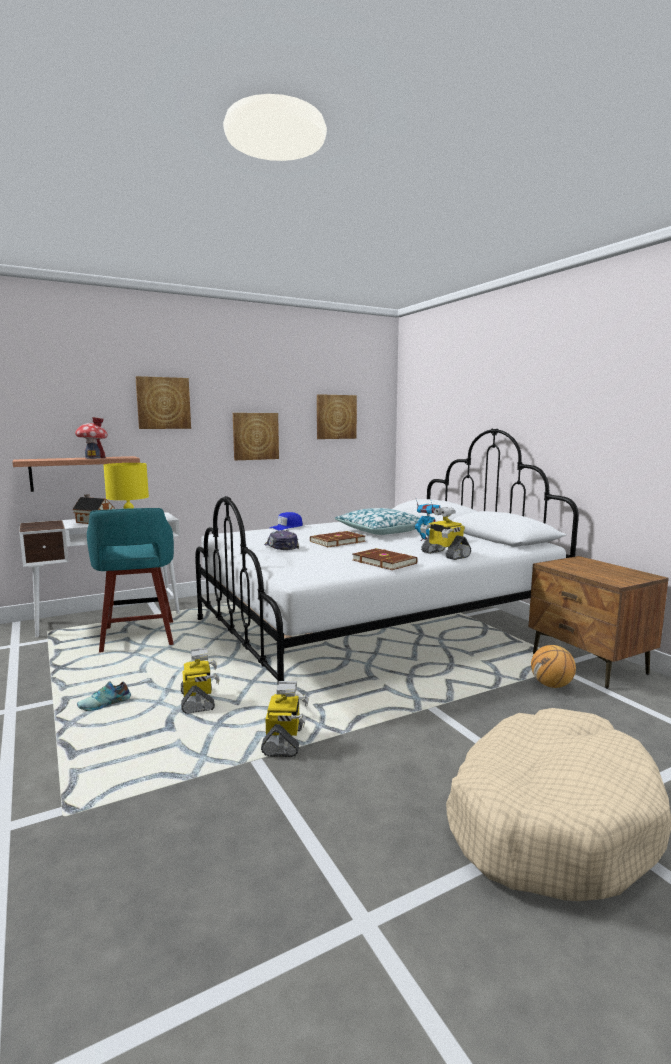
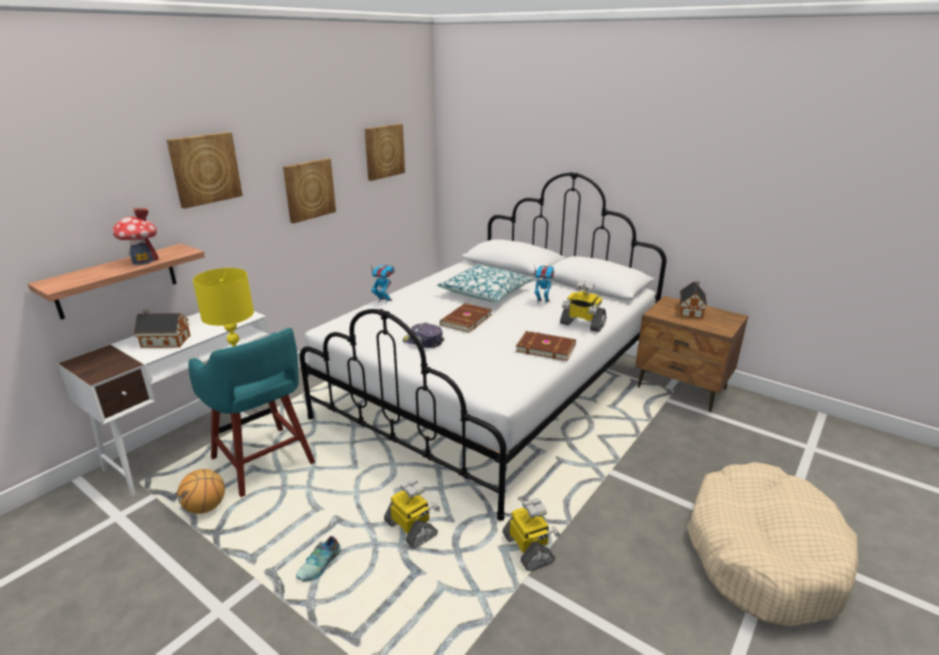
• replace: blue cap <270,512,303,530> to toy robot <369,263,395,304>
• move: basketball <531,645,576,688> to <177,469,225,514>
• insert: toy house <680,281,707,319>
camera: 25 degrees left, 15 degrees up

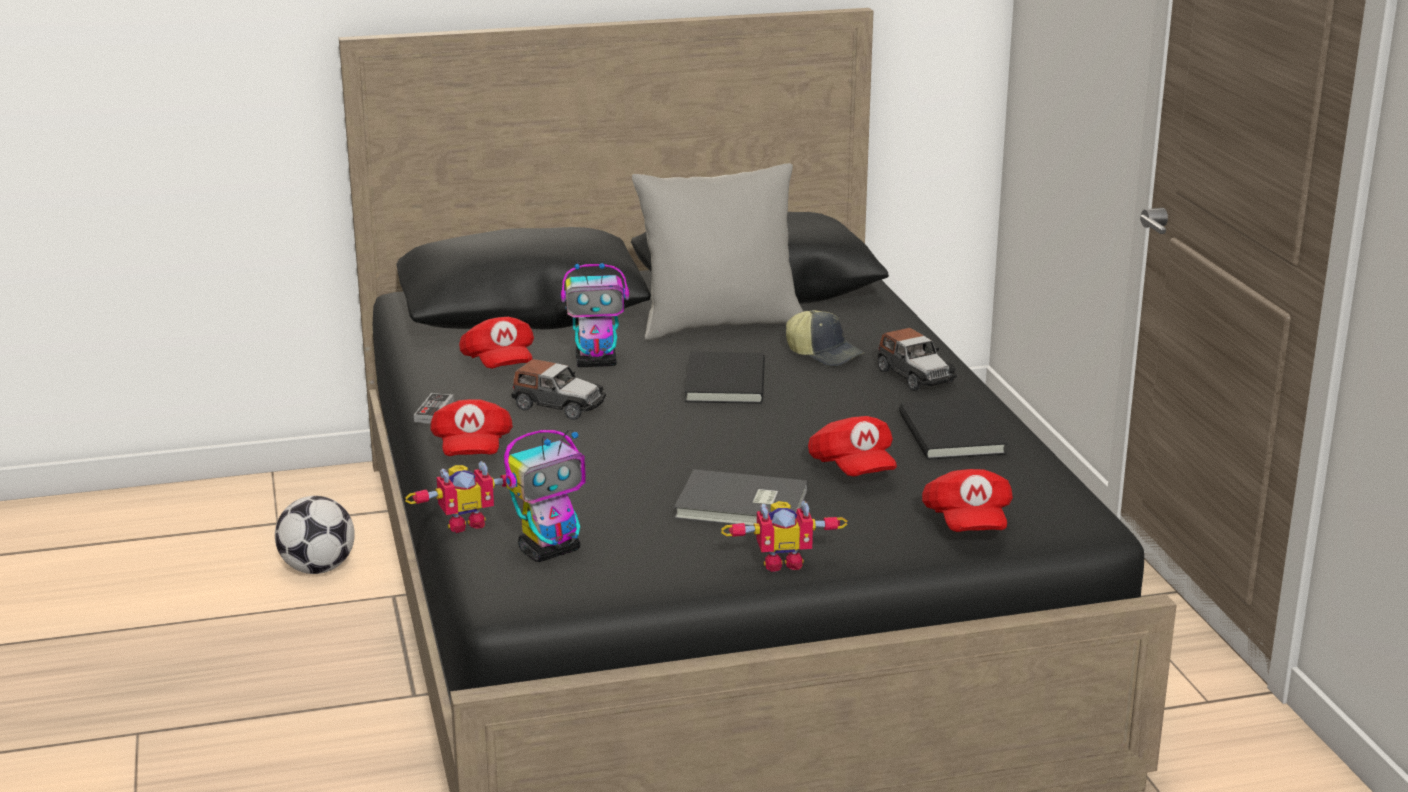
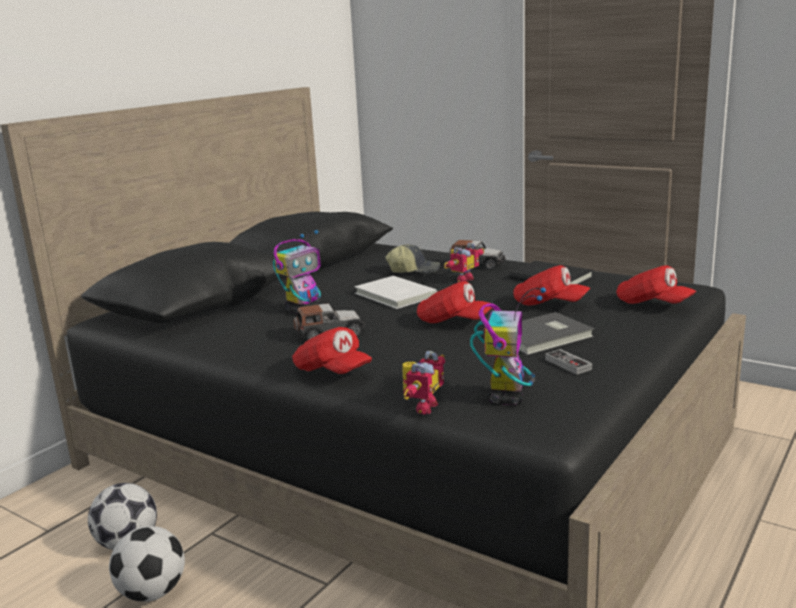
• move: game controller <414,393,454,424> to <545,349,592,375>
• move: red cap <459,317,534,369> to <417,281,492,323>
• delete: grey pillow <632,163,803,341>
• recolor: black book <685,352,765,404> to white book <354,276,437,309>
• move: toy robot <721,501,847,572> to <444,242,484,282>
• insert: football <109,526,185,602>
camera: 40 degrees left, 5 degrees down

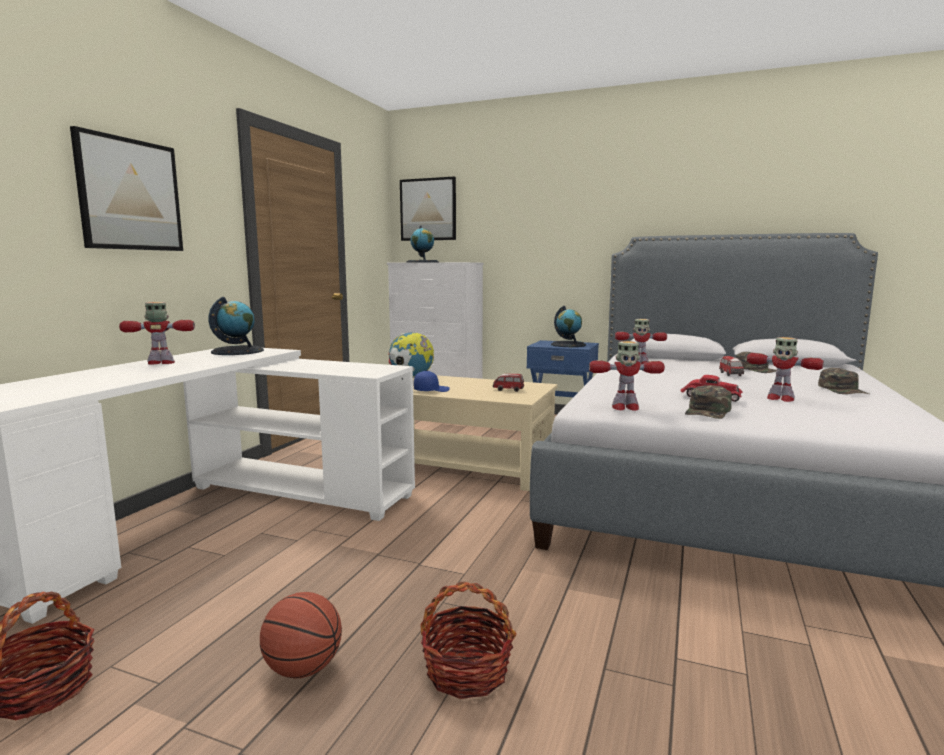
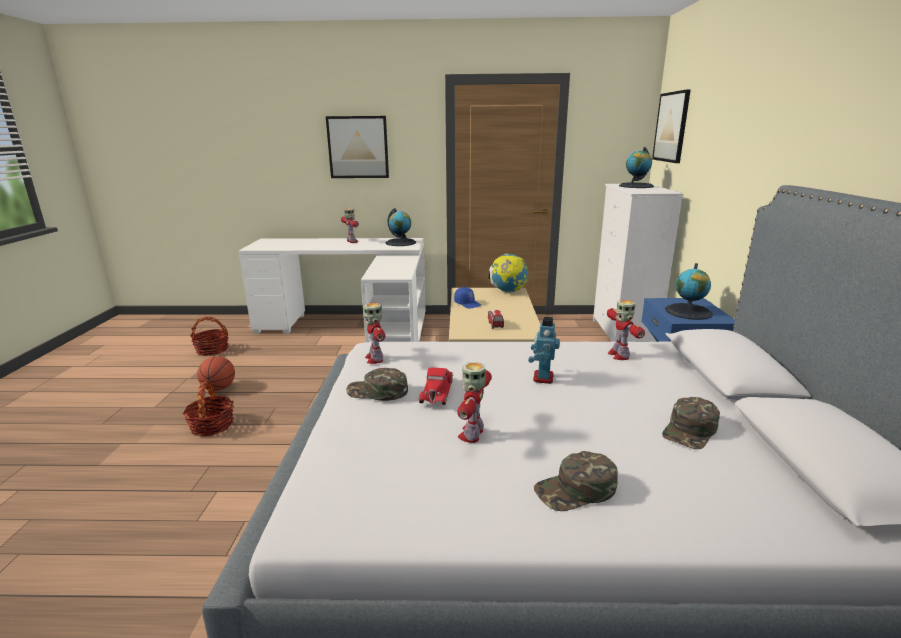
• delete: toy car <719,356,744,376>
• insert: toy robot <528,317,560,384>
camera: 70 degrees right, 10 degrees up

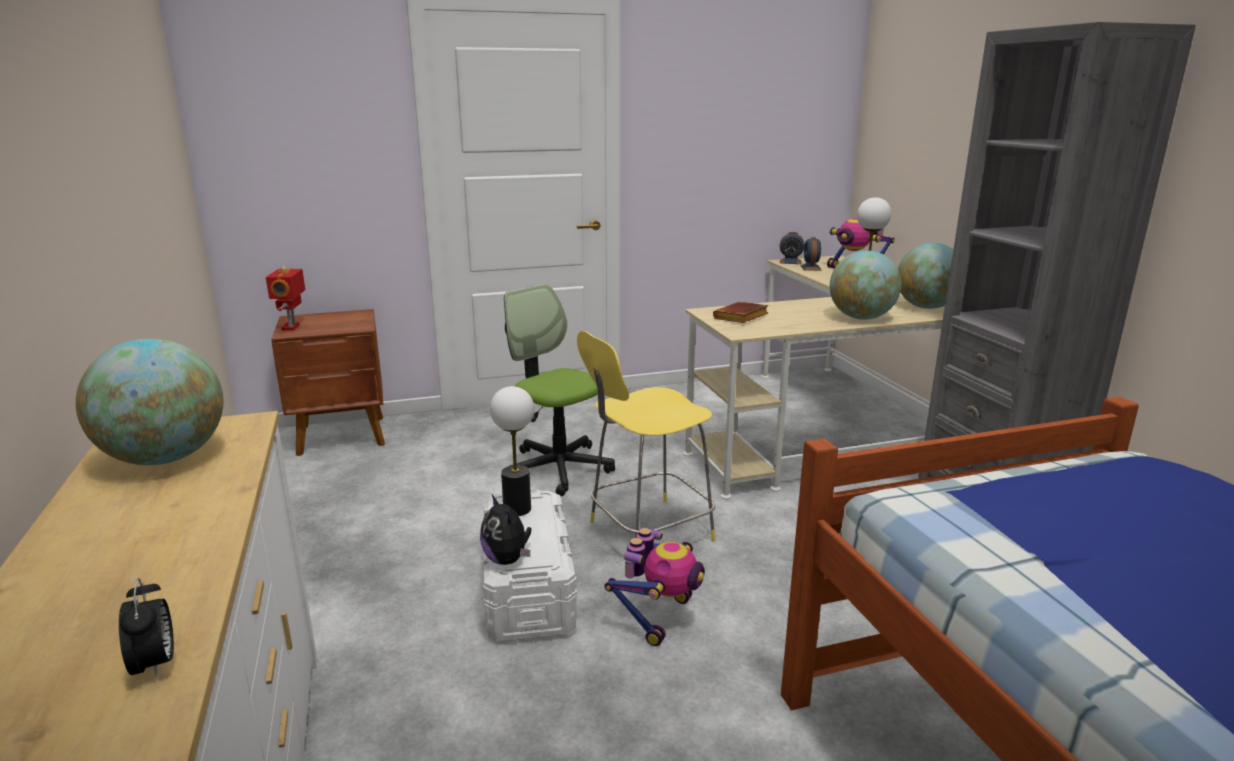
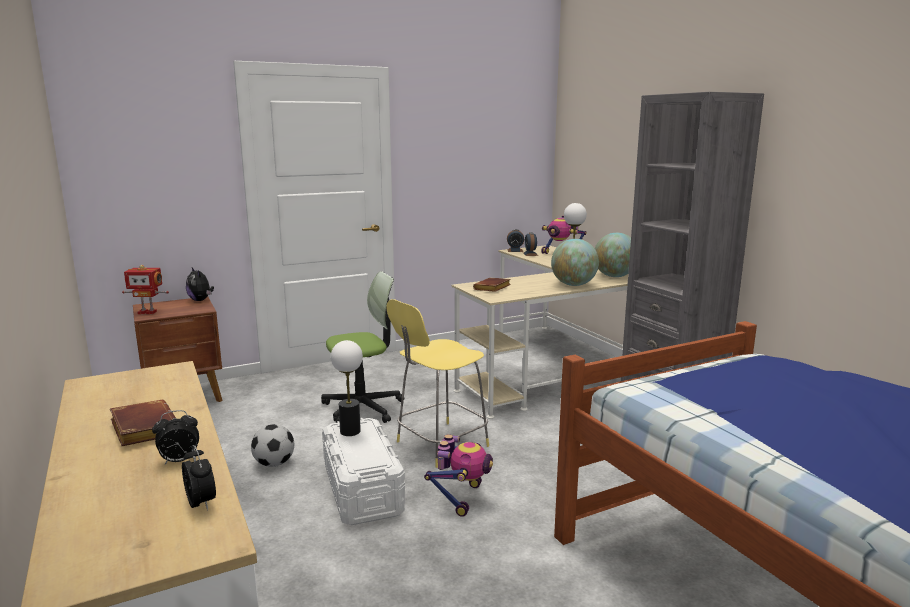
• delete: globe <76,338,224,465>
• rotate: toy robot <266,266,305,331> = <122,265,169,314> 75 degrees counterclockwise
• move: plush toy <480,495,531,565> to <186,268,214,301>
• rotate: office chair <504,284,615,496> = <321,271,402,423> 120 degrees clockwise
• insert: brown book <110,400,176,446>
• insert: alarm clock <152,410,199,465>
• insert: football <251,424,294,467>
camera: 10 degrees left, 5 degrees down

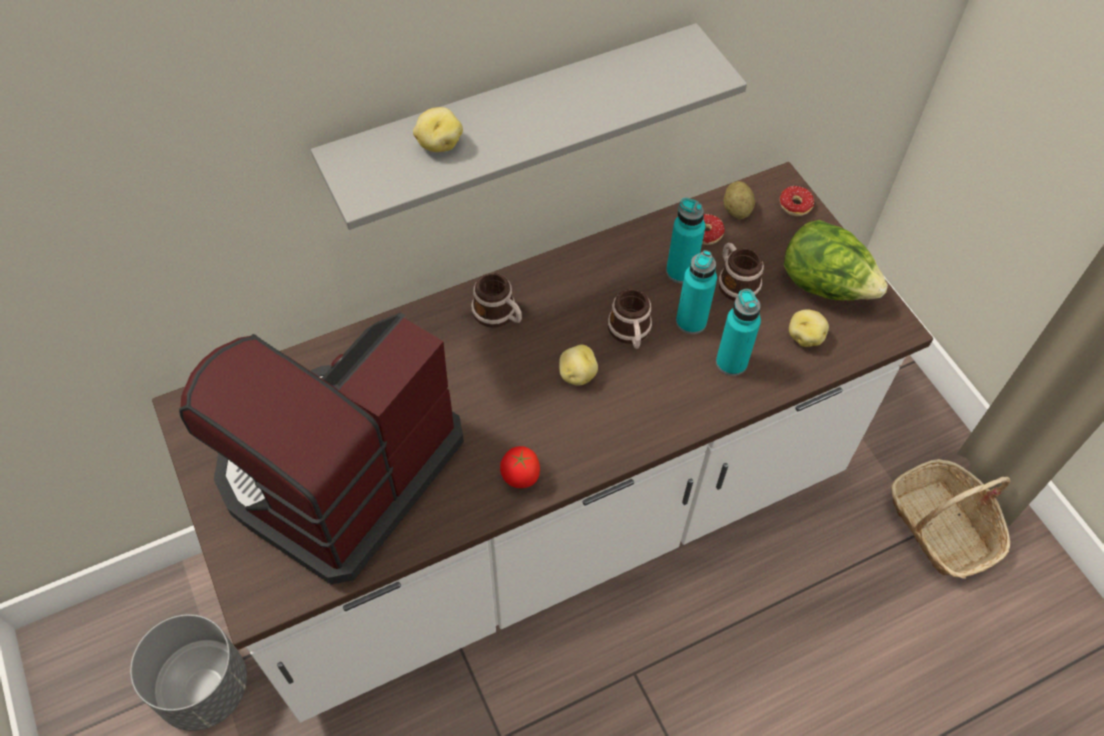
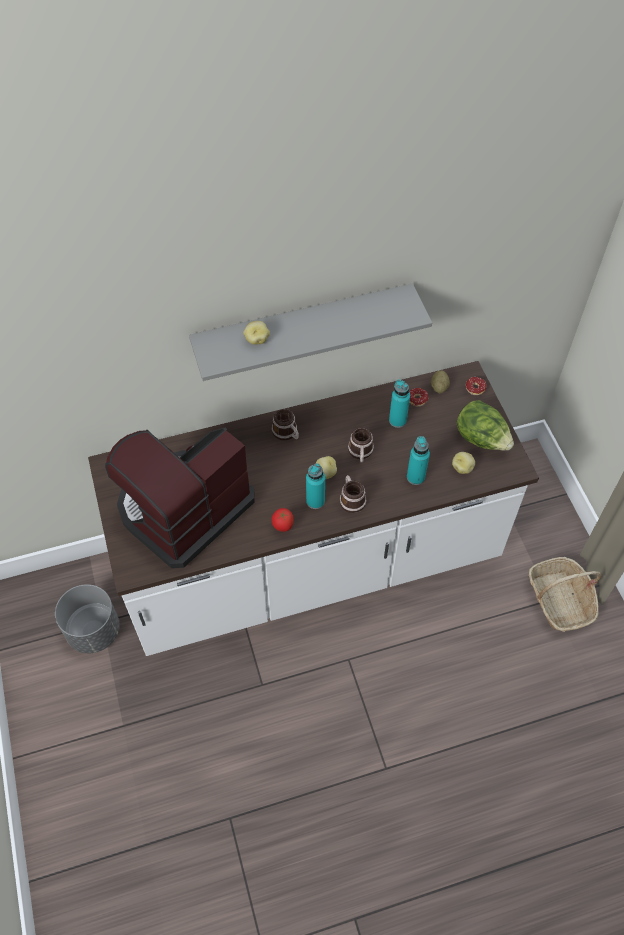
• move: turquoise bottle <676,250,717,334> to <306,463,325,509>
• move: mug <718,243,764,301> to <340,475,366,513>
camera: 10 degrees right, 0 degrees up

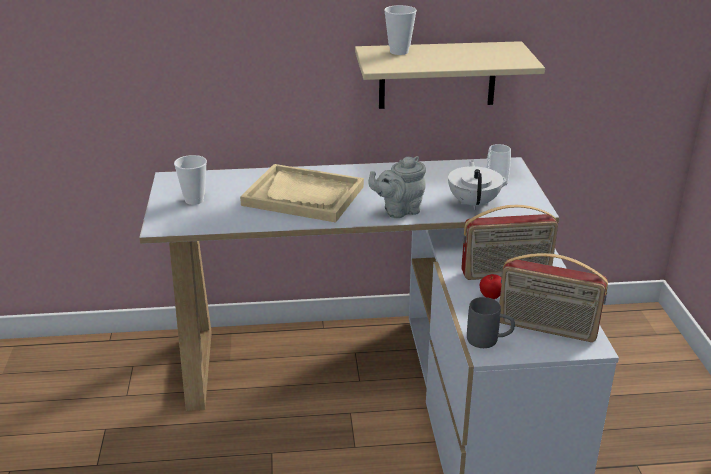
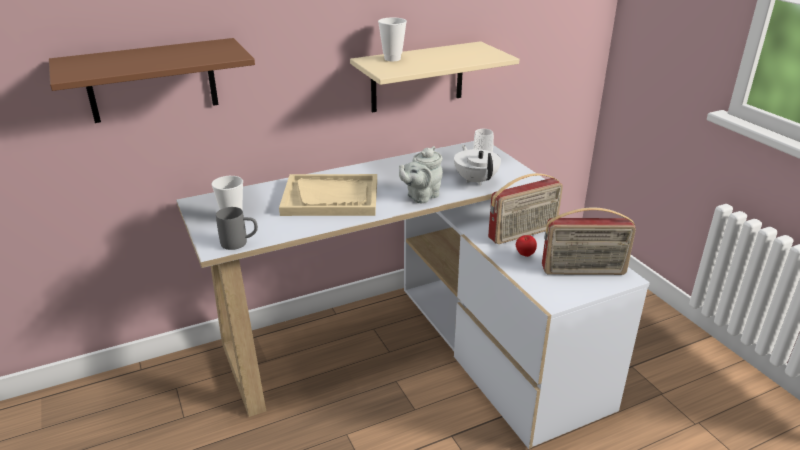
• move: grey mug <467,297,515,348> to <216,207,258,250>
• insert: brown shelf <49,38,255,123>
camera: 20 degrees left, 0 degrees up

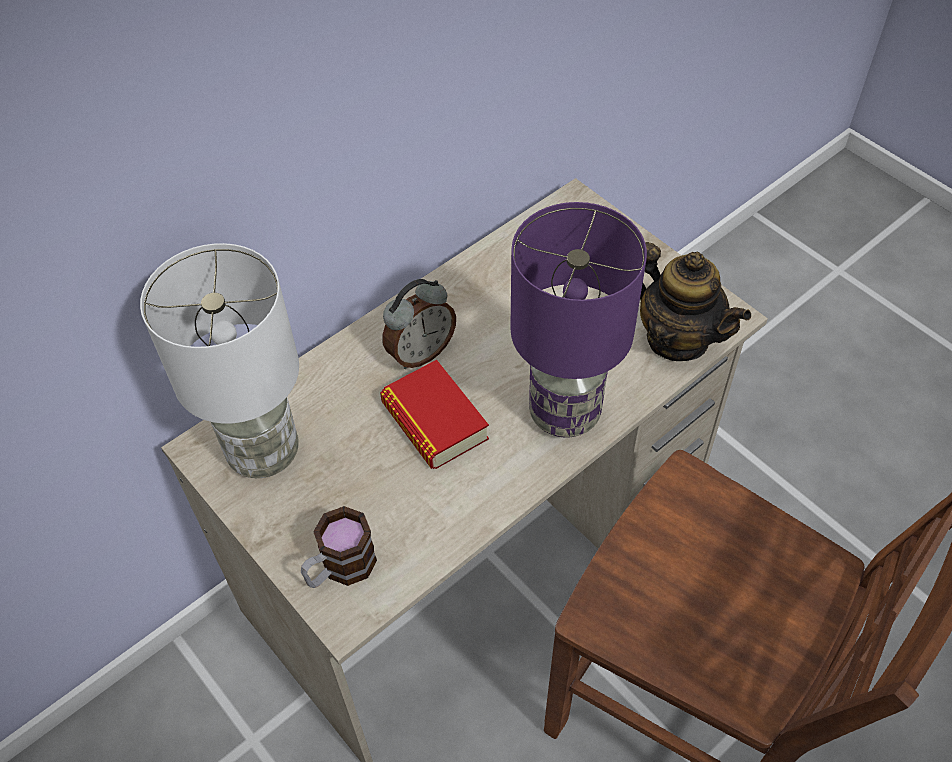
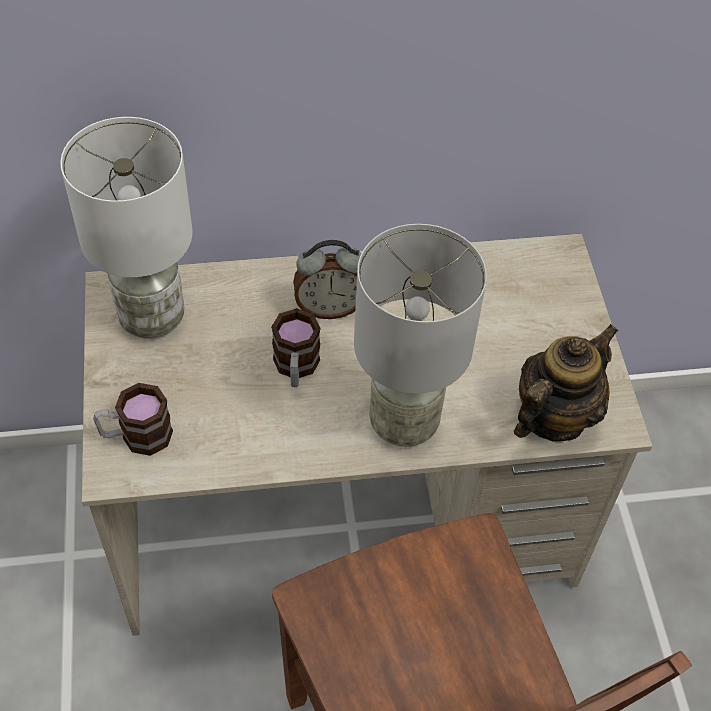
• replace: book <380,360,489,469> to mug <271,308,321,387>
• recolor: purple table lamp <511,202,647,437> to grey table lamp <354,224,487,447>
• rotate: teapot <640,242,751,361> = <514,324,619,441> 120 degrees counterclockwise
camera: 30 degrees right, 0 degrees up

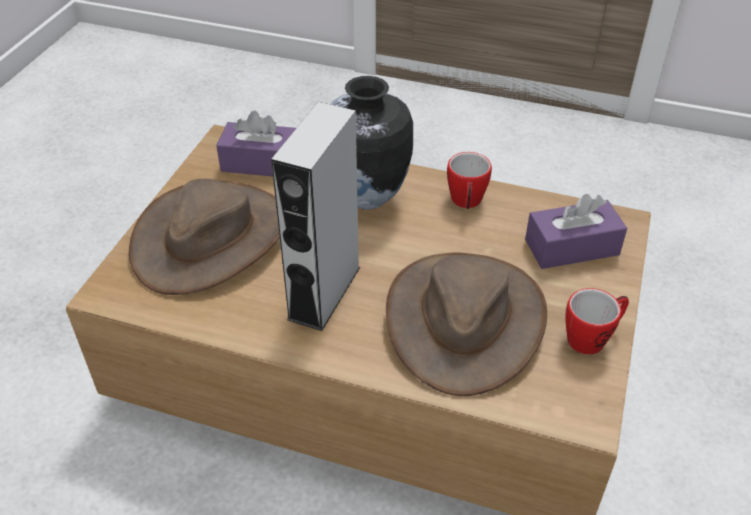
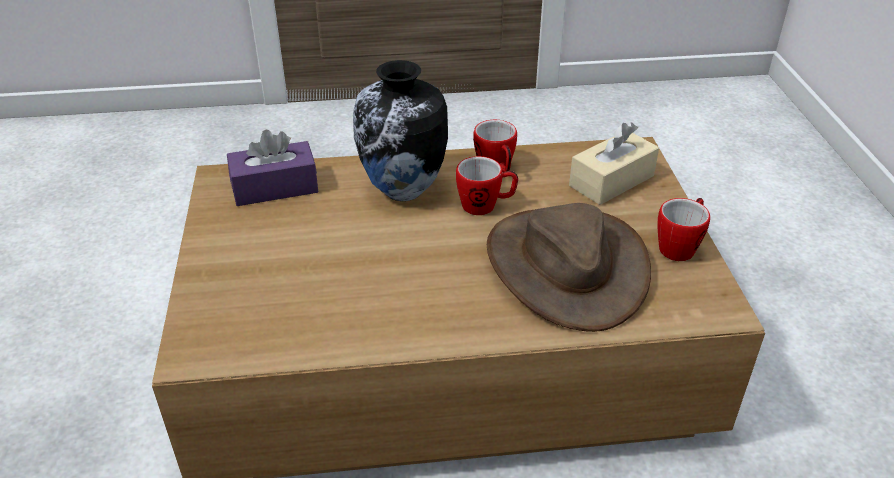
• delete: brown hat <129,179,280,295>
• delete: grey speaker <271,102,360,331>
• recolor: purple tissue box <525,194,627,269> to beige tissue box <569,122,659,205>
• insert: mug <456,156,518,215>
camera: 25 degrees left, 5 degrees down

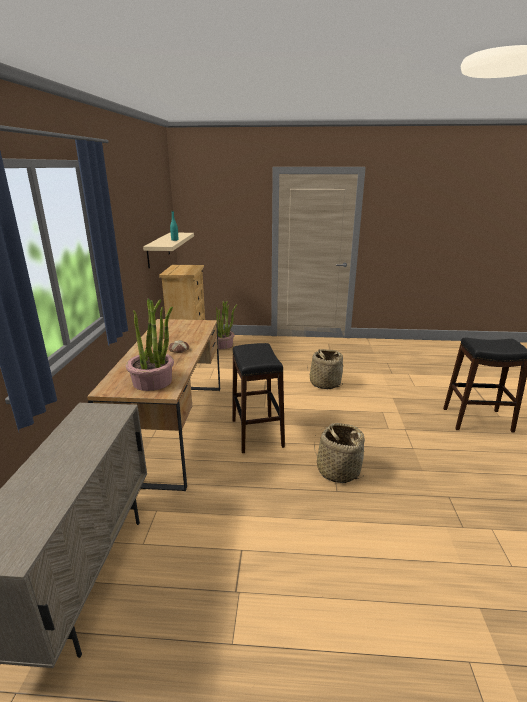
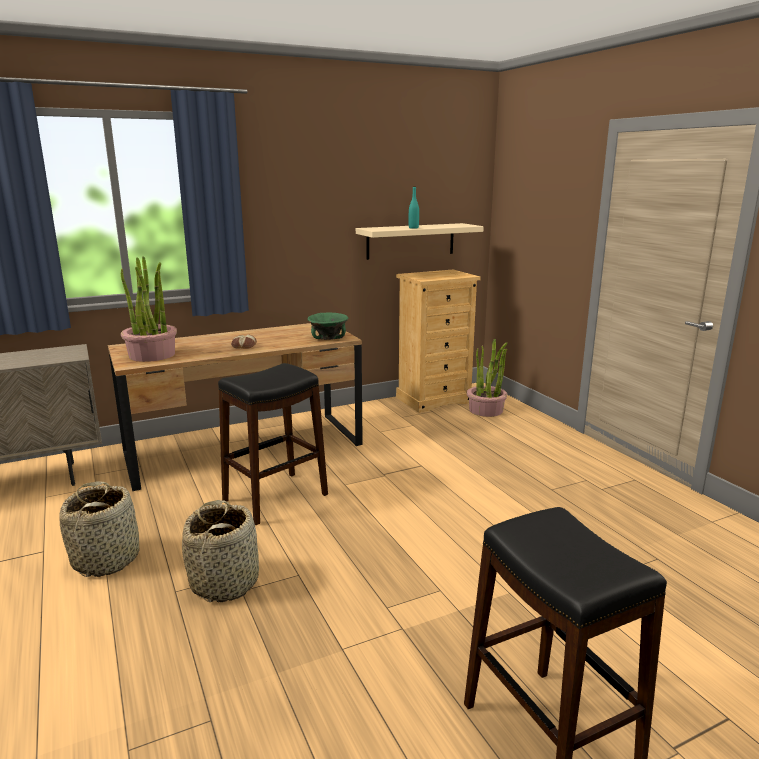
• move: basket <307,349,343,389> to <59,481,139,577>
• insert: green bowl <308,313,348,340>
camera: 60 degrees right, 5 degrees down

